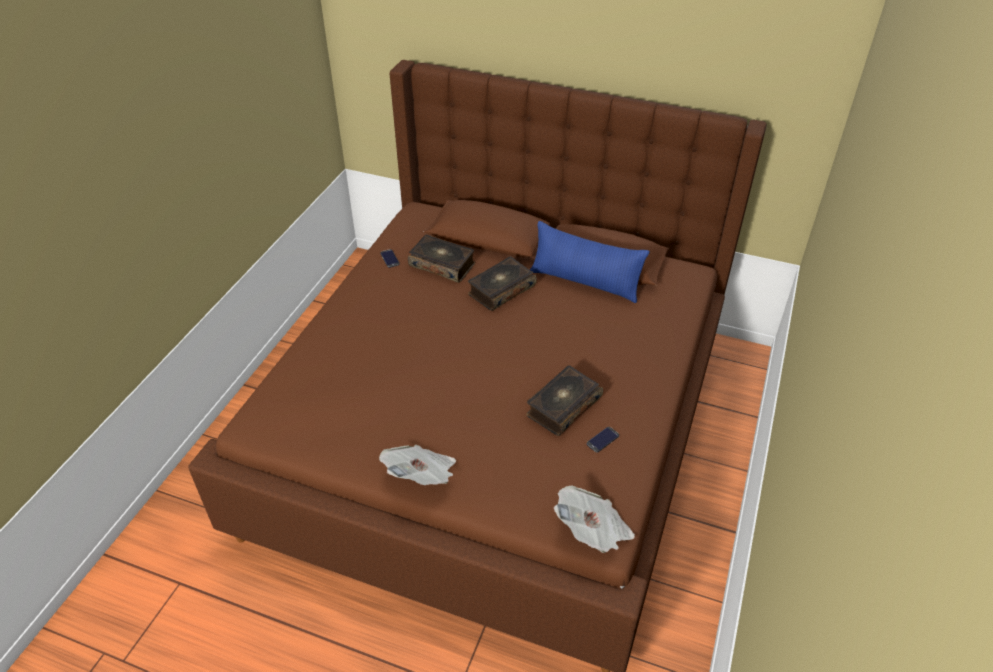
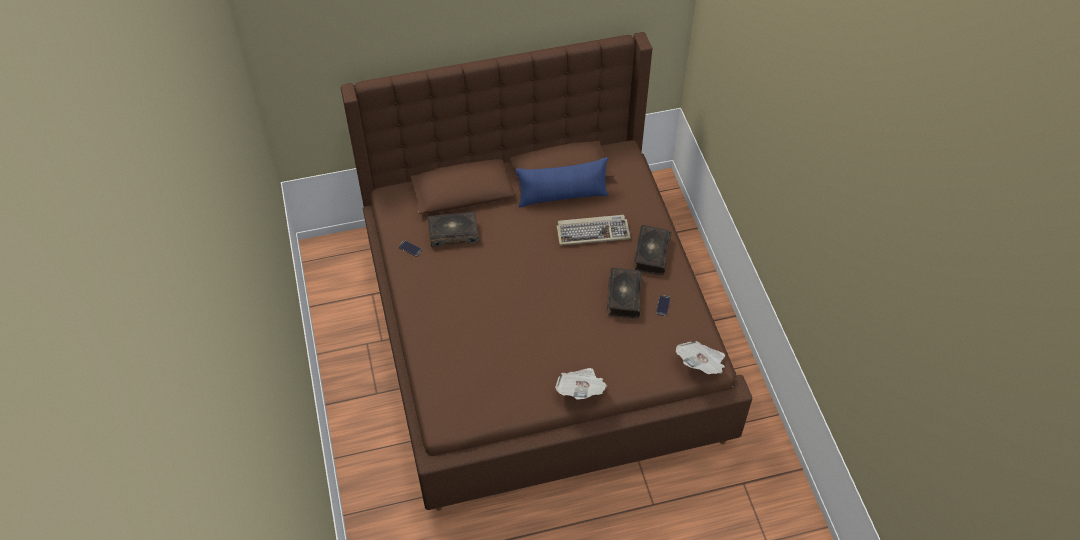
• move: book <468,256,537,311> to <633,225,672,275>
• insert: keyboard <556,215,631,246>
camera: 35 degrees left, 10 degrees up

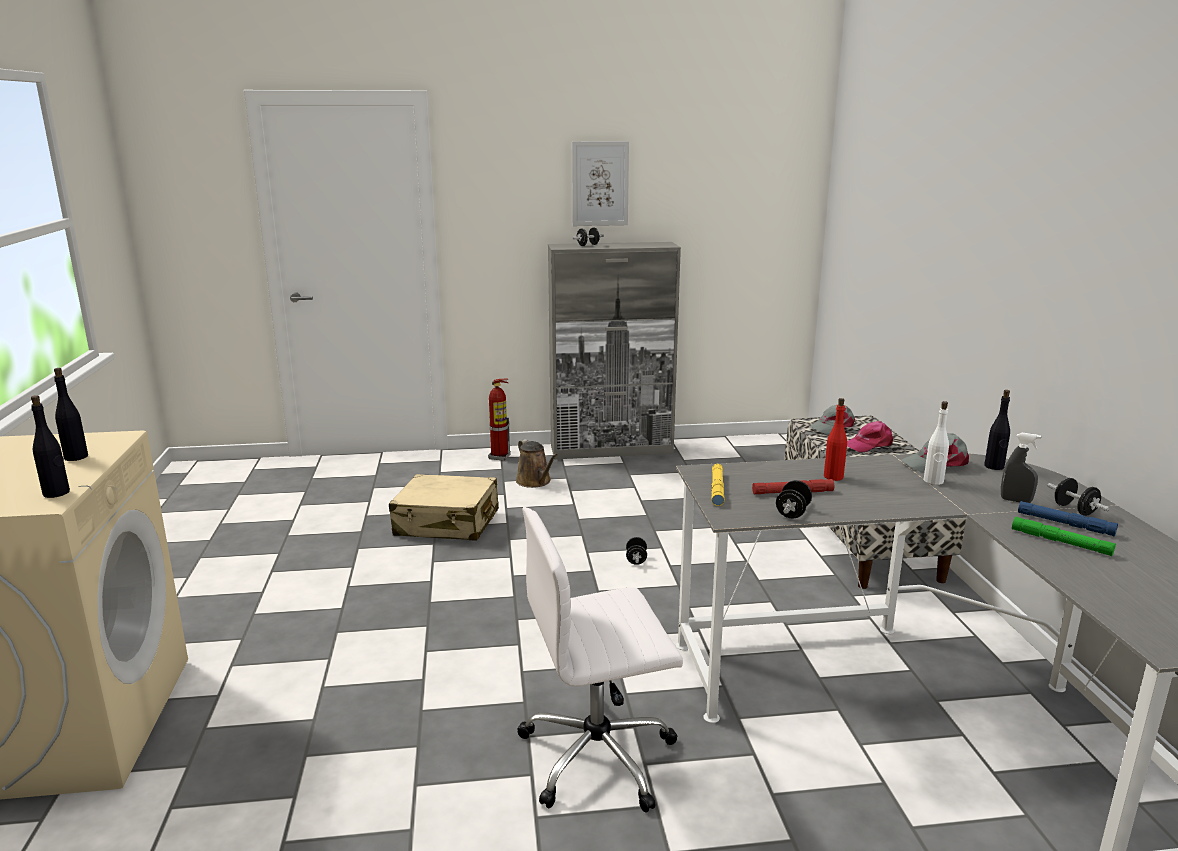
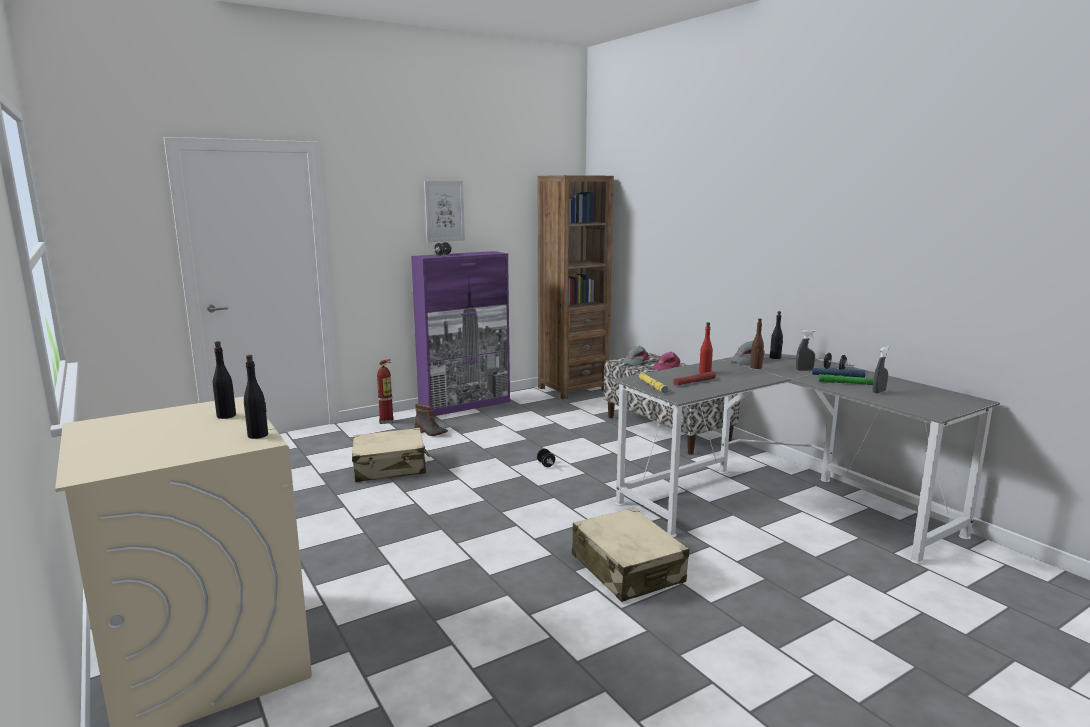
• replace: brown watering can <516,439,557,488> to boot <414,404,448,436>
• replace: white office chair <517,507,683,813> to beige suitcase <572,507,689,602>
• recolor: grey cabinet <548,242,681,460> to purple cabinet <411,251,510,417>
• delete: black dumbbell <776,480,812,519>
• recolor: white bottle <923,401,949,485> to brown bottle <750,319,764,369>
• insert: brown bookcase <538,175,614,400>
• insert: grey spray bottle <872,346,890,394>
camera: 25 degrees left, 5 degrees down

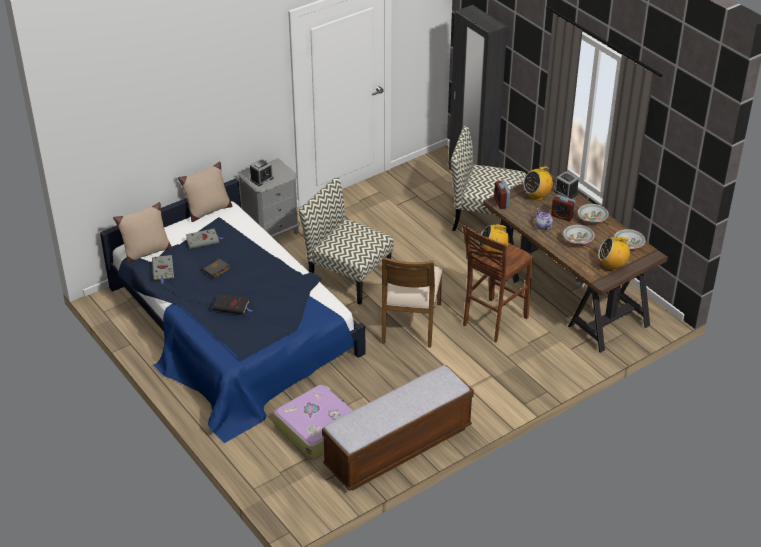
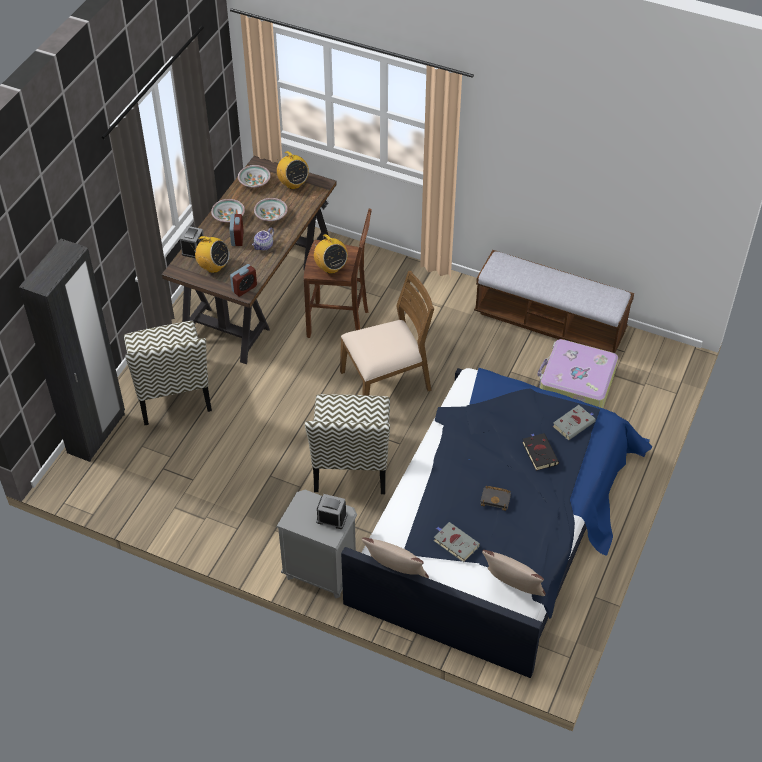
• move: grey book <152,255,174,284> to <552,405,596,440>
camera: 120 degrees left, 10 degrees up

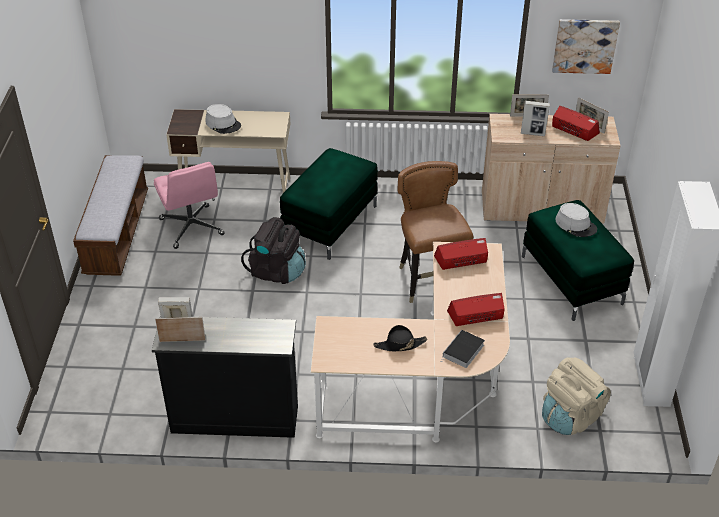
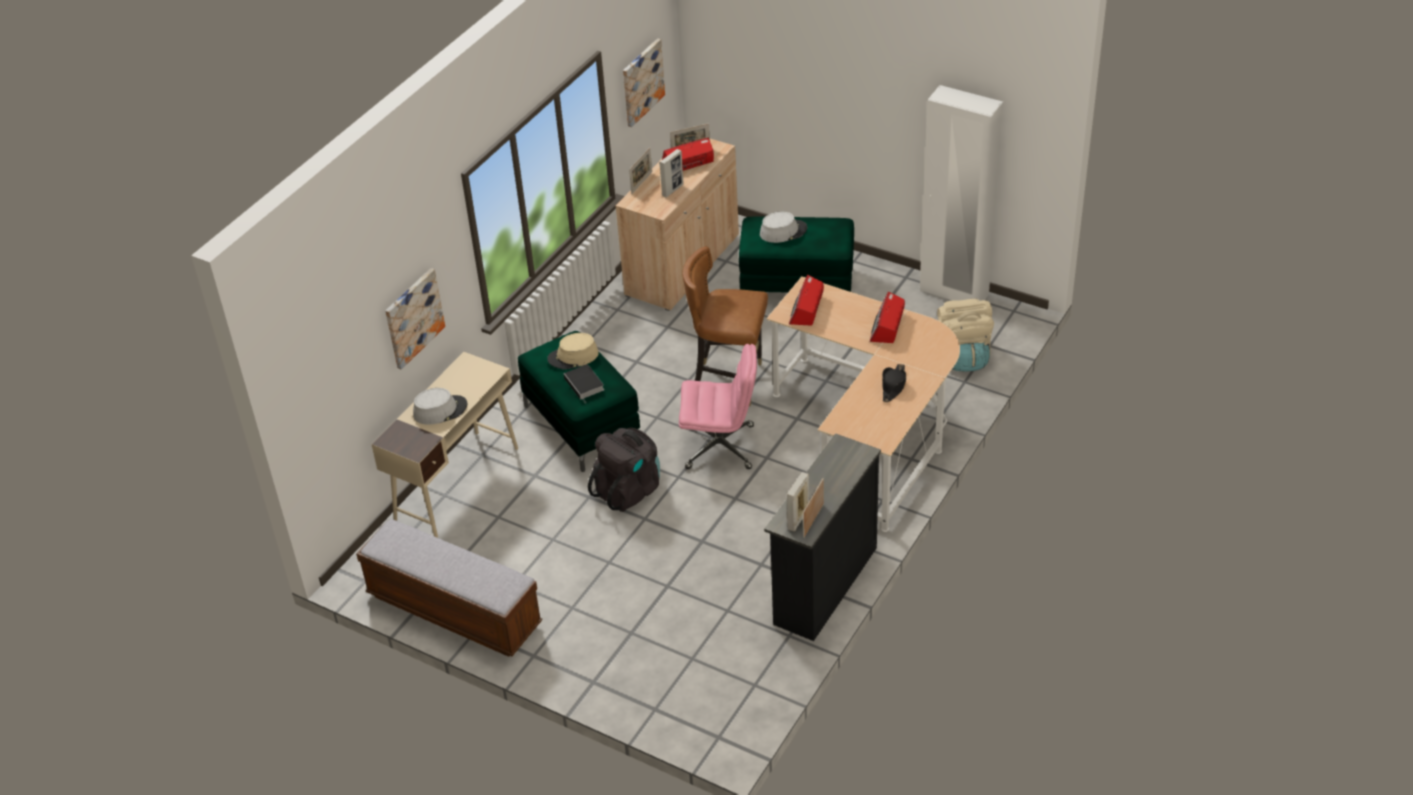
• move: pink office chair <154,162,225,249> to <679,344,757,469>
• move: book <441,330,485,368> to <563,364,604,401>
• insert: picture <385,268,445,370>
• insert: beige hat <547,333,599,370>
camera: 60 degrees left, 0 degrees up

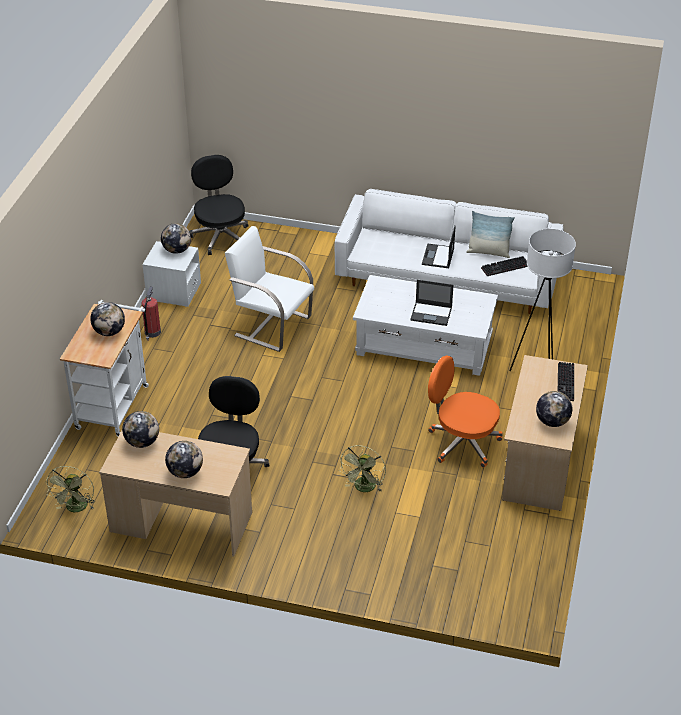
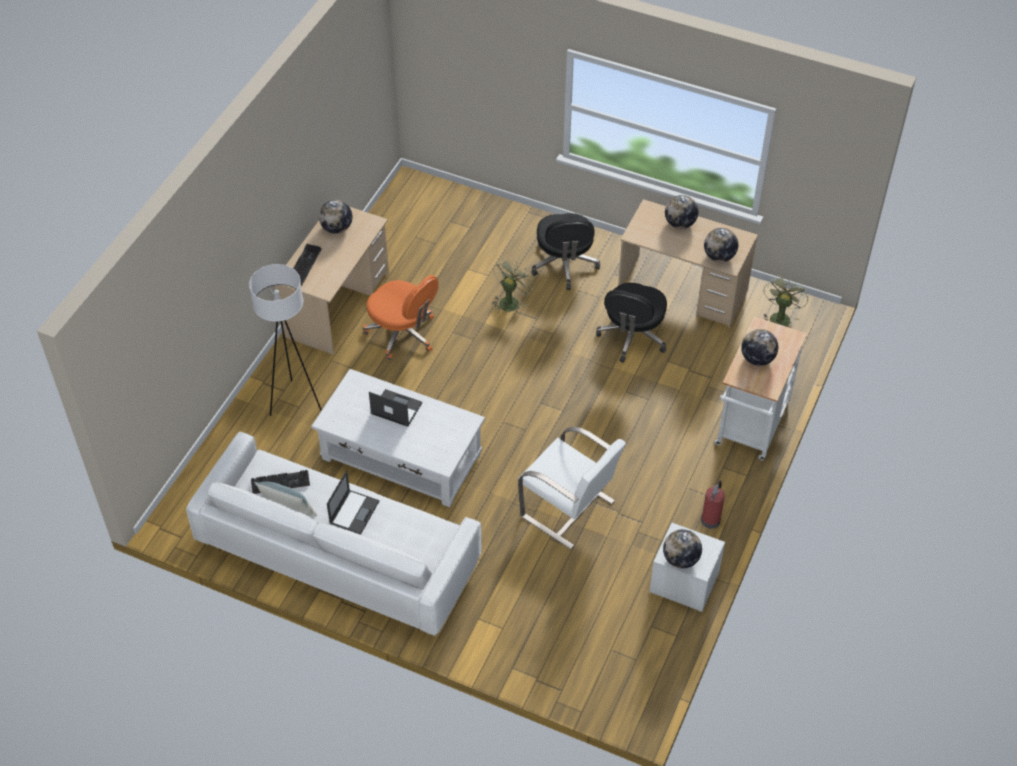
• move: black office chair <189,155,249,255> to <531,213,600,290>
camera: 170 degrees left, 10 degrees up

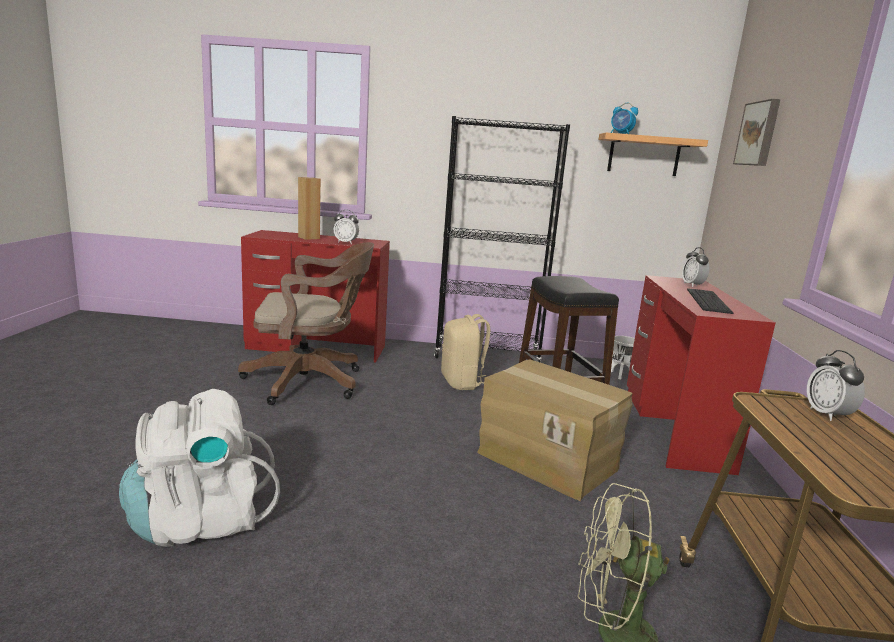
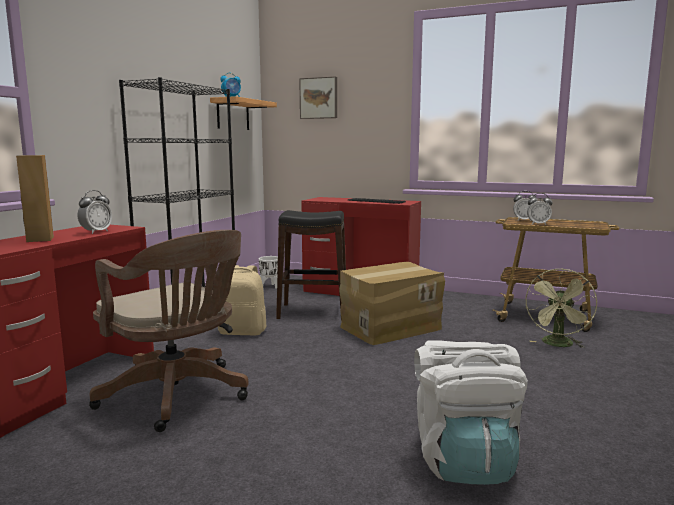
• rotate: brown office chair <238,242,374,405> = <89,230,249,432> 120 degrees clockwise
• move: alarm clock <682,247,710,287> to <527,193,553,225>
camera: 70 degrees left, 5 degrees down

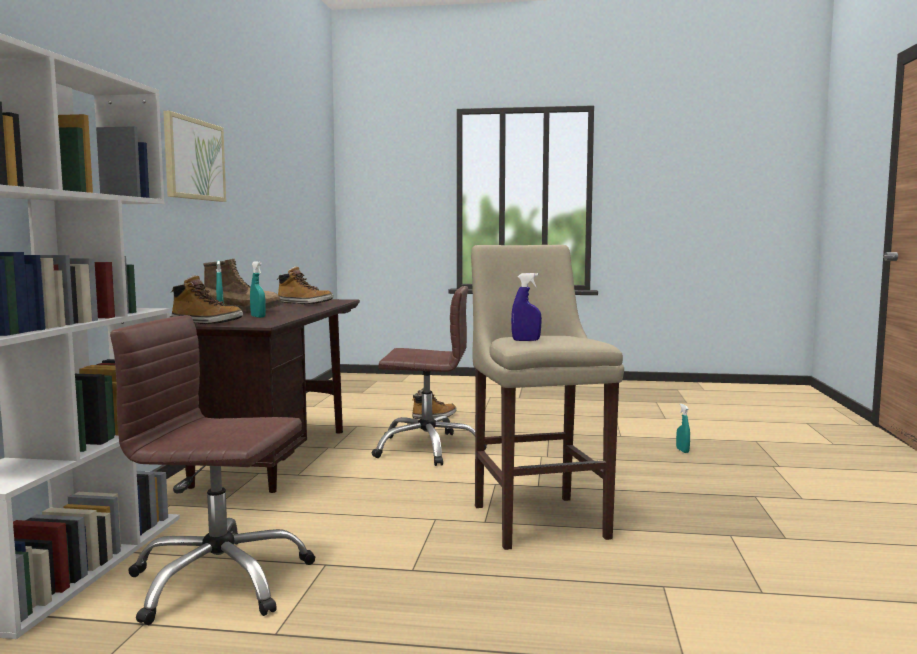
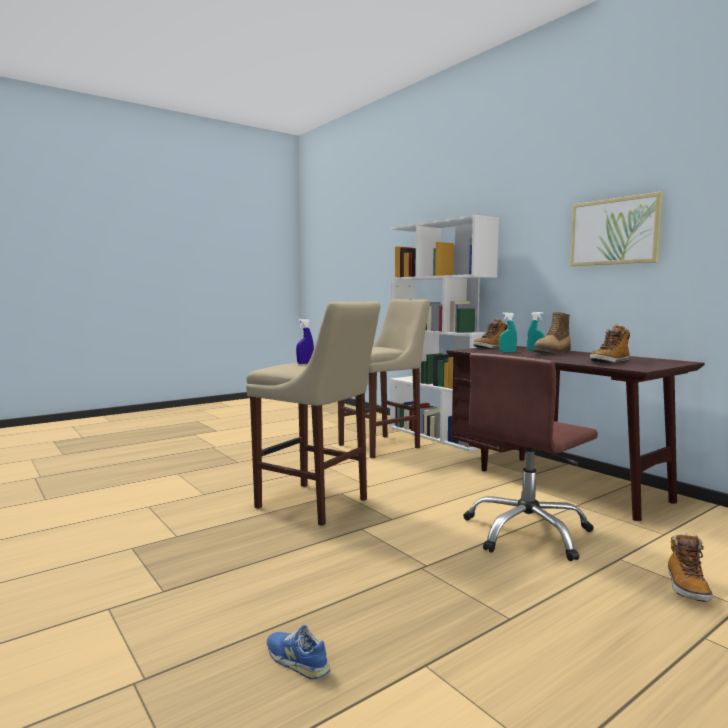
• replace: brown office chair <110,315,316,625> to beige stool <338,299,430,458>
• replace: turquoise spray bottle <676,404,690,453> to blue shoe <267,625,330,679>
camera: 135 degrees right, 0 degrees up

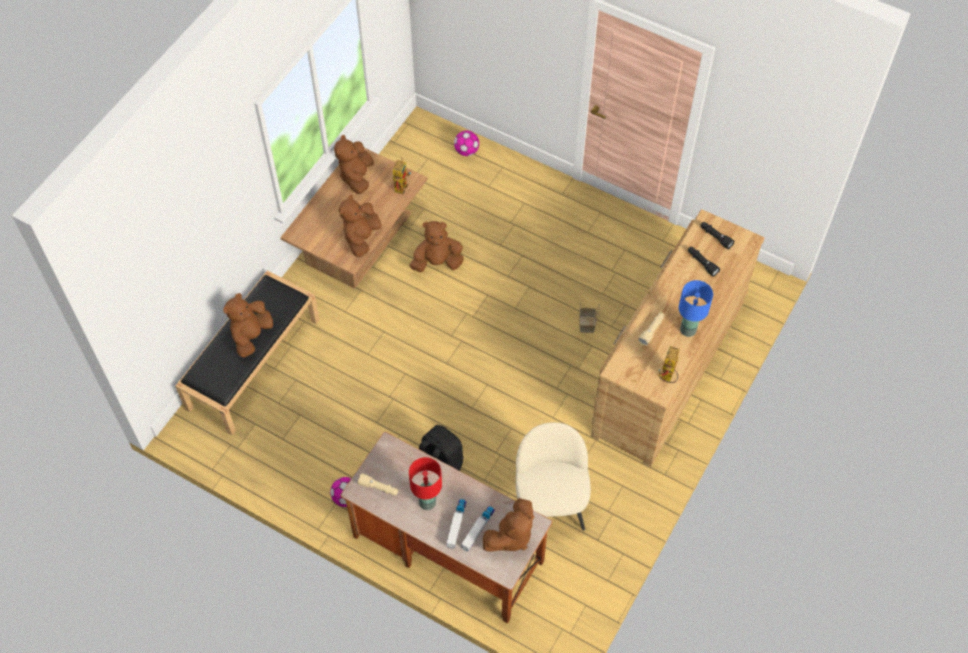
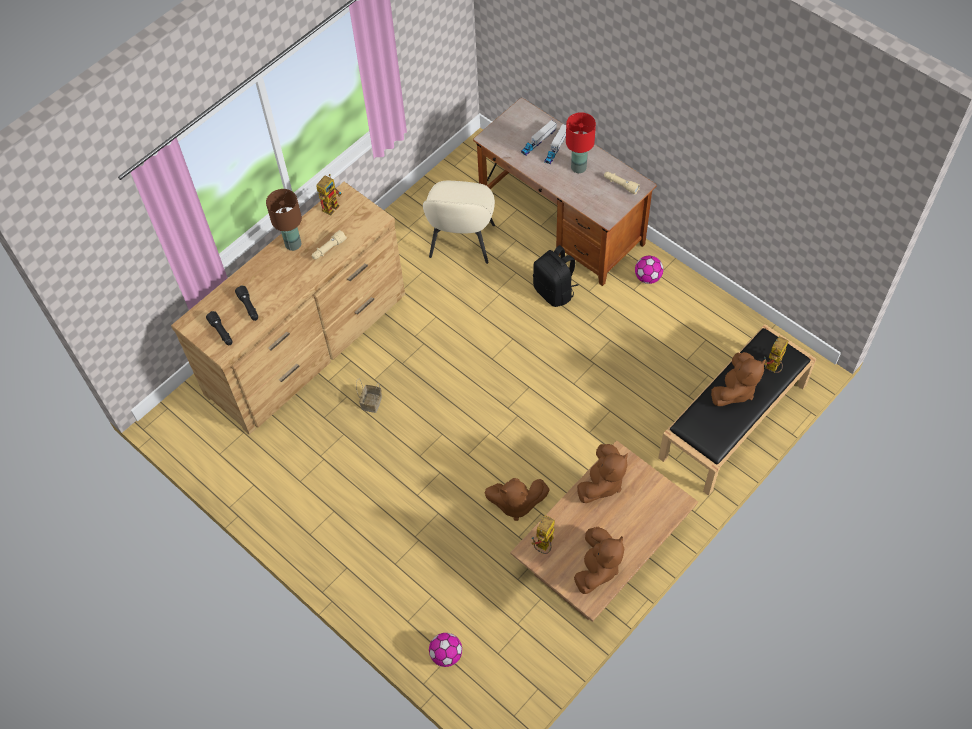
• delete: brown plush toy <483,498,534,552>
• recolor: blue table lamp <679,280,713,337> to brown table lamp <266,189,302,251>
• insert: toy robot <764,336,789,373>
camera: 165 degrees left, 0 degrees up

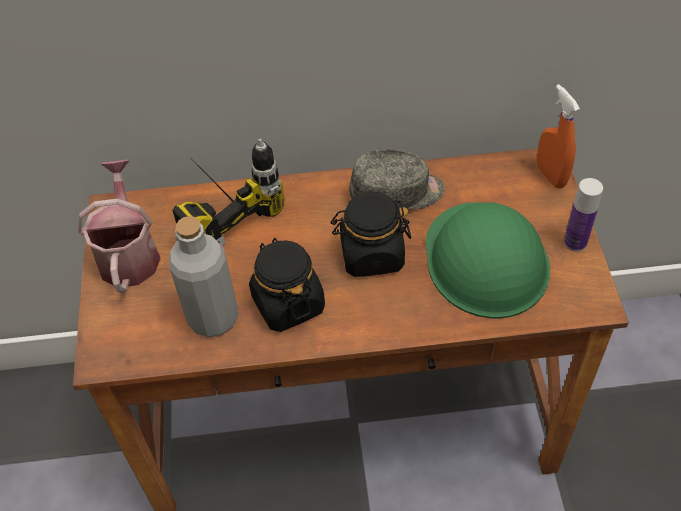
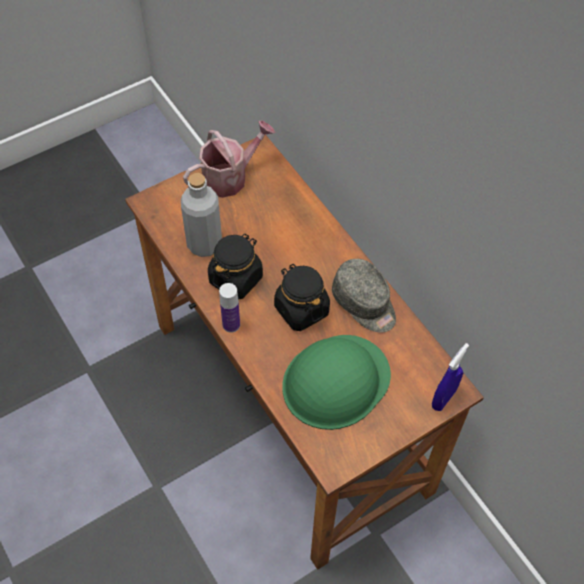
• delete: power drill <172,139,285,246>
• recolor: orange spray bottle <537,84,580,188> to blue spray bottle <432,343,469,411>
• move: bottle <564,178,603,251> to <219,283,240,333>
camera: 60 degrees right, 5 degrees up

